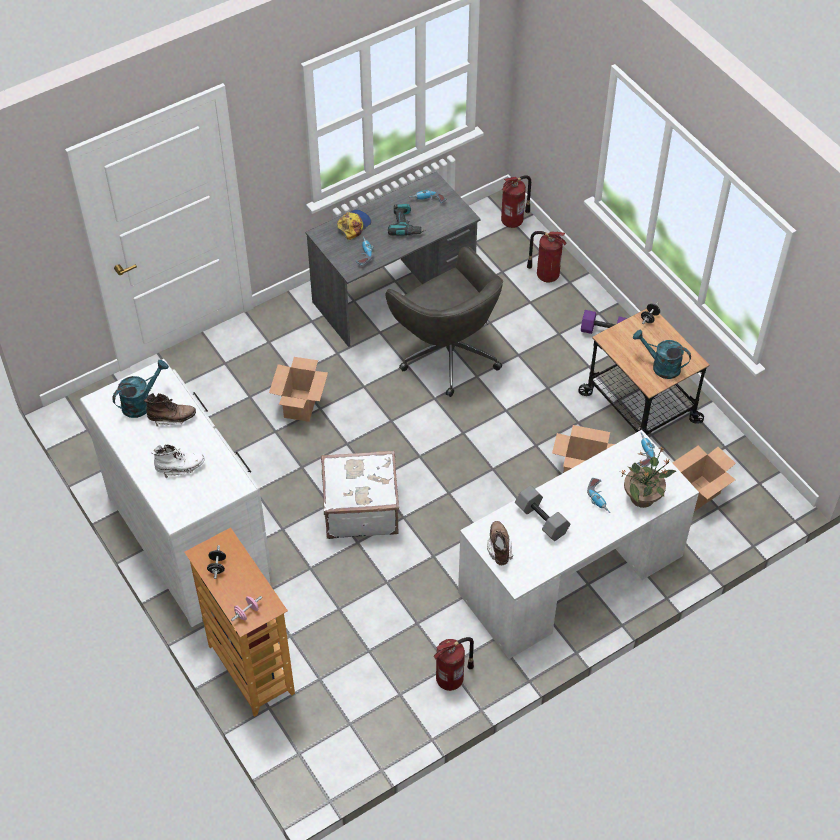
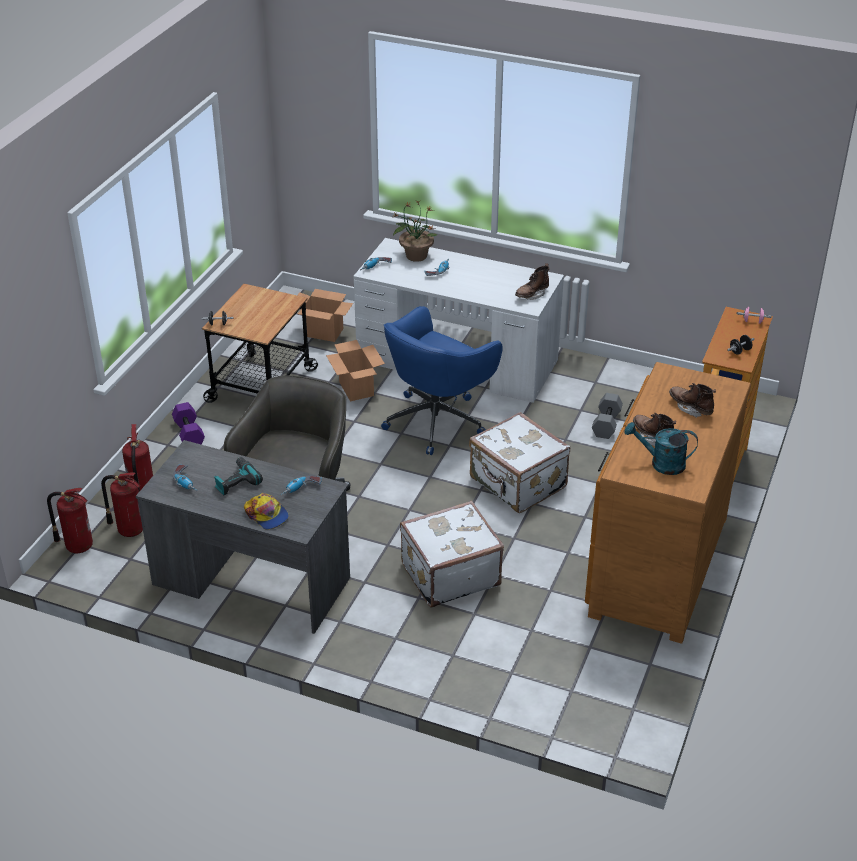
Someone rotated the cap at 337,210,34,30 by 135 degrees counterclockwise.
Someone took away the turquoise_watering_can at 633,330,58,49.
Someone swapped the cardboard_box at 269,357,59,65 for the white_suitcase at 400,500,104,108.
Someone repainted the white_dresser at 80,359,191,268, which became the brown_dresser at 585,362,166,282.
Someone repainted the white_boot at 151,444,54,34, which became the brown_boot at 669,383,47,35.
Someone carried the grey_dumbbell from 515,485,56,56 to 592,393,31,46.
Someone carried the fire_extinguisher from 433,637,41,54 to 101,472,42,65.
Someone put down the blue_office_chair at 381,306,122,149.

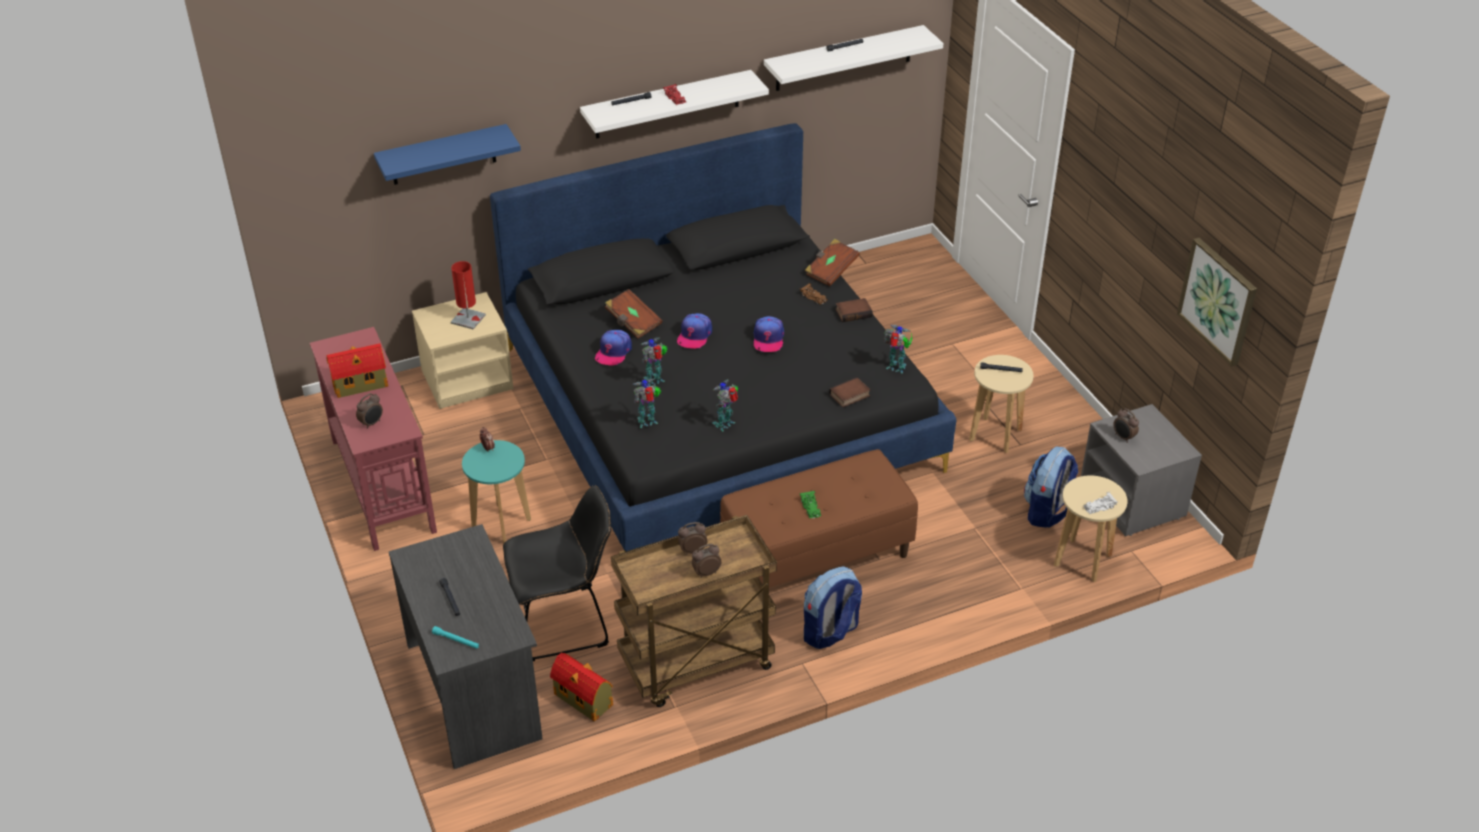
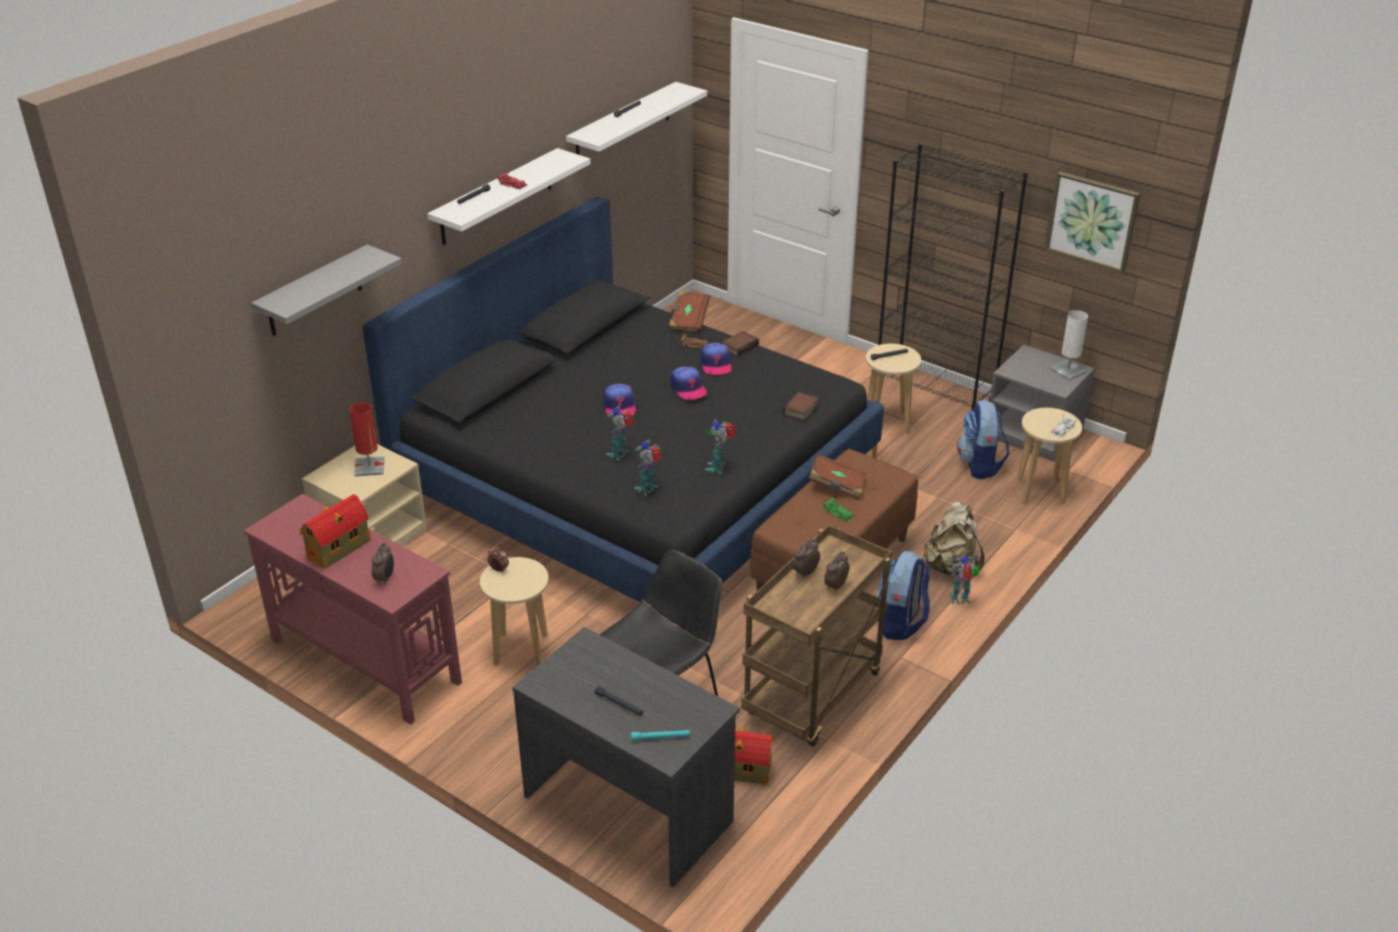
Someone repainted the blue_shelf at 374,124,147,61, which became the grey_shelf at 251,245,151,91.
Someone carried the brown_book from 605,289,58,50 to 809,454,57,45.
Someone carried the toy_robot from 884,325,28,48 to 950,557,30,47.
Someone carried the cap from 595,330,37,36 to 700,343,32,32.
Someone took away the alarm_clock at 1113,408,26,35.
Someone repainted the turquoise_stool at 462,440,69,104, which became the beige_stool at 480,557,69,109.
Someone put down the black_bookcase at 878,143,150,268.
Someone put down the white_table_lamp at 1050,310,38,70.
Someone put down the beige_backpack at 923,502,62,73.

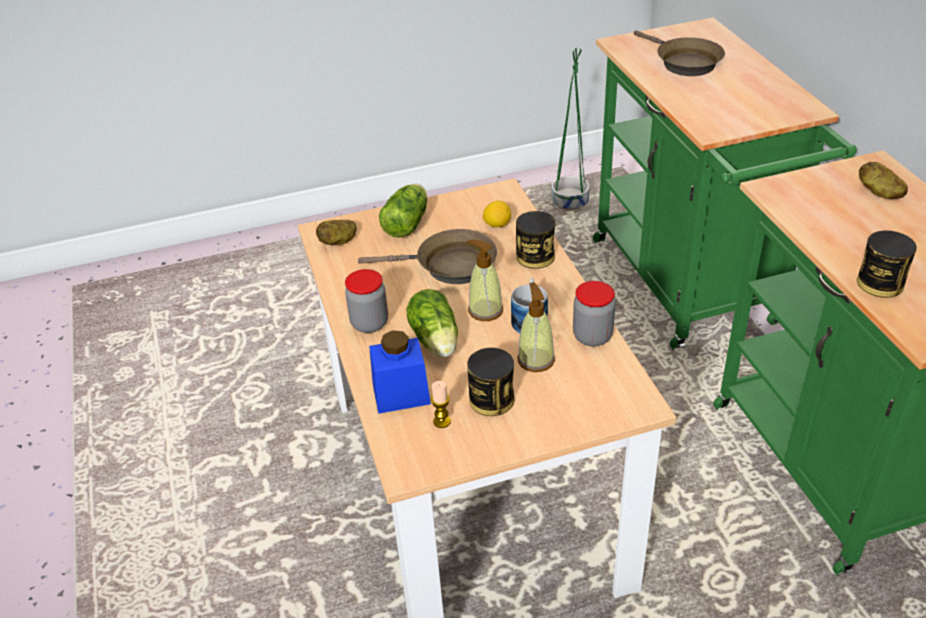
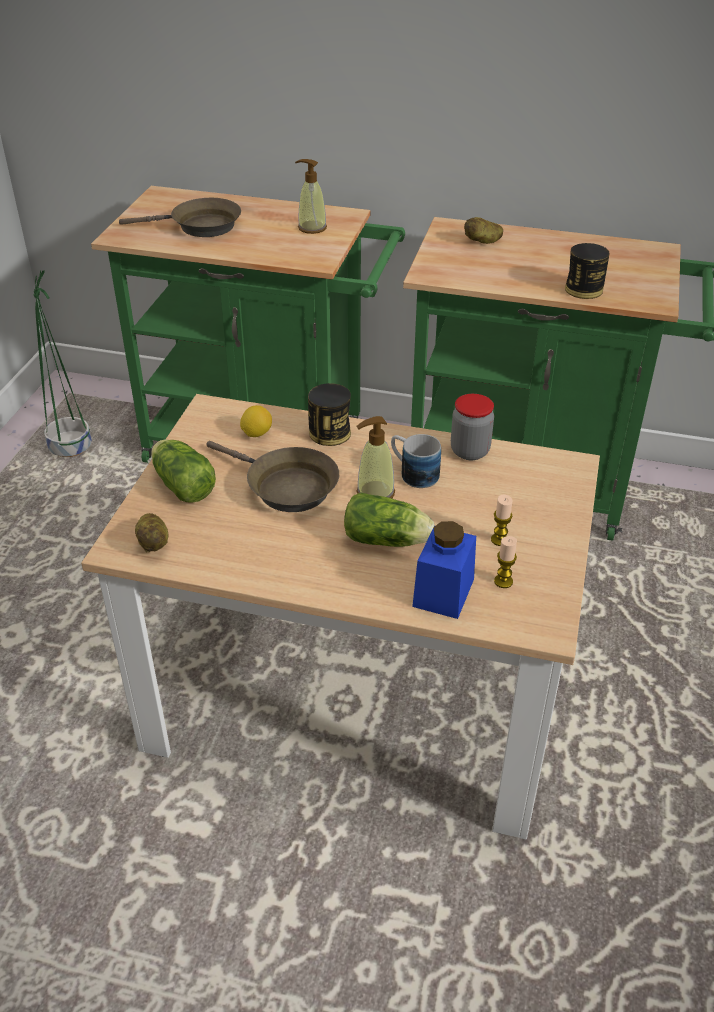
Someone rotated the brown_frying_pan at 358,229,139,55 by 90 degrees clockwise.
Someone took away the jar at 345,269,43,64.
Someone carried the soap_dispenser from 517,282,38,90 to 295,159,32,75.
Someone swapped the can at 467,348,48,68 for the candle at 491,494,22,52.

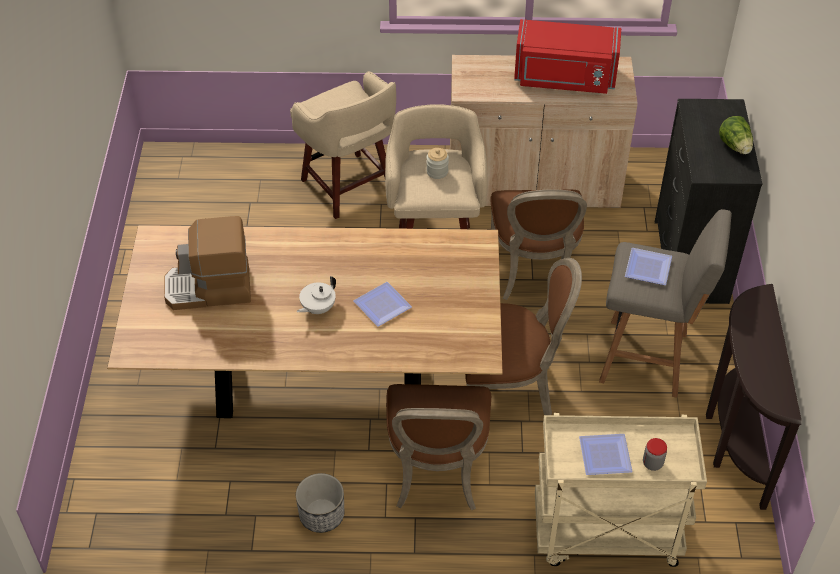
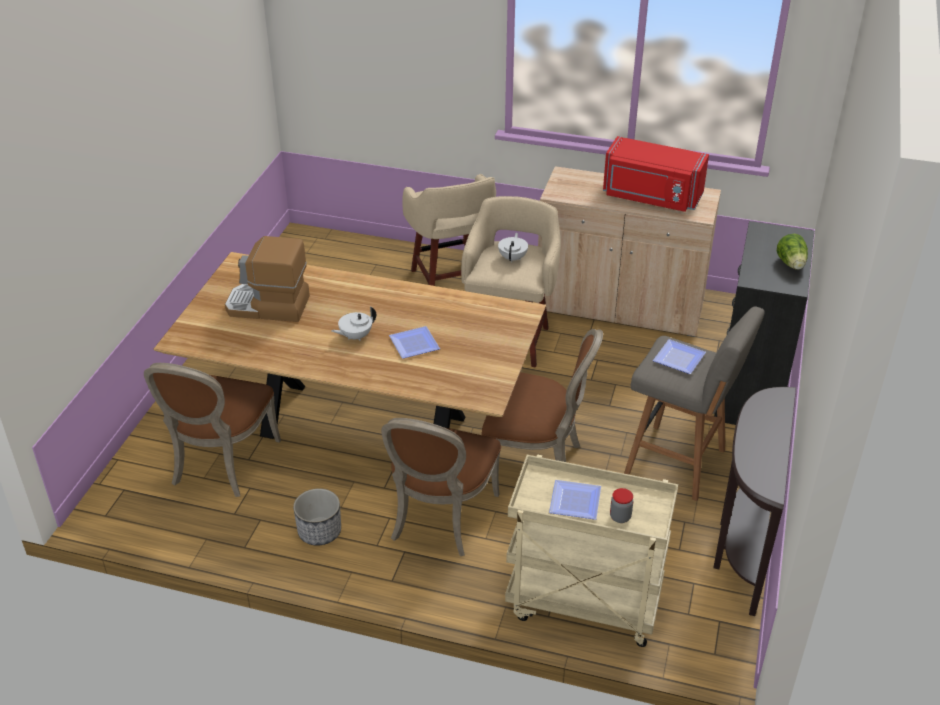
Someone swapped the jar at 426,148,23,31 for the white_teapot at 498,233,30,29.
Someone carried the brown_chair from 490,189,97,111 to 144,363,137,134.

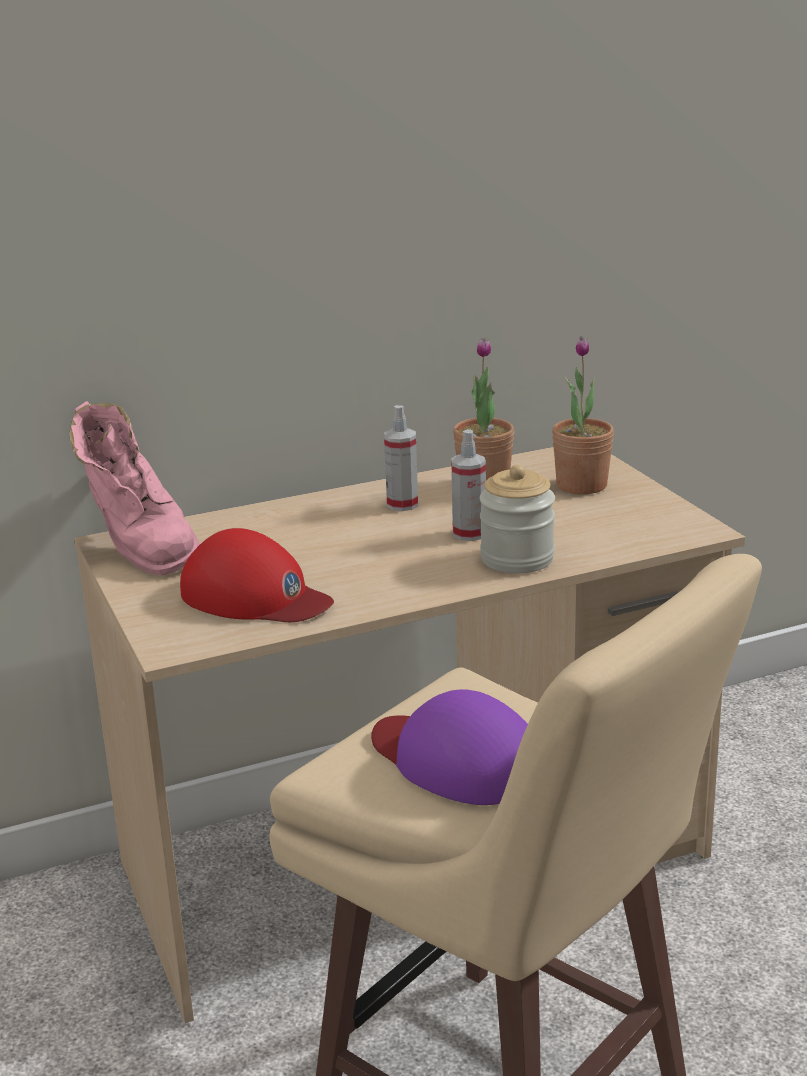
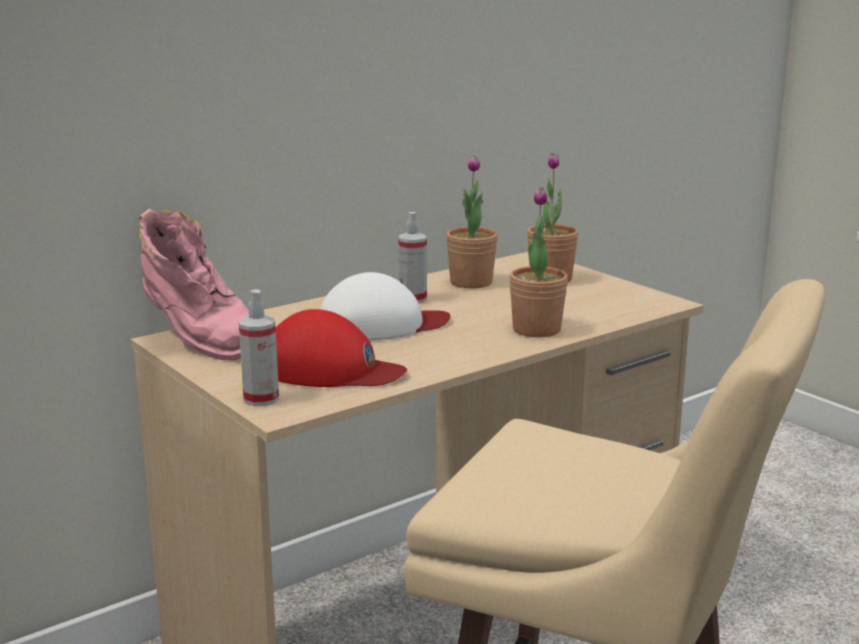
Someone carried the spray_bottle from 451,429,35,112 to 239,289,40,117.
Someone swapped the jar at 480,465,75,108 for the potted_plant at 509,187,59,150.
Someone took away the purple_cap at 371,689,157,116.
Someone put down the white_cap at 321,272,129,68.

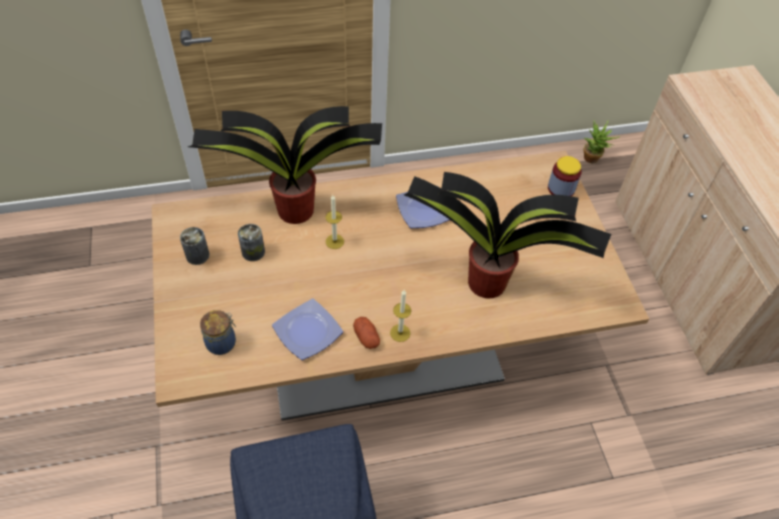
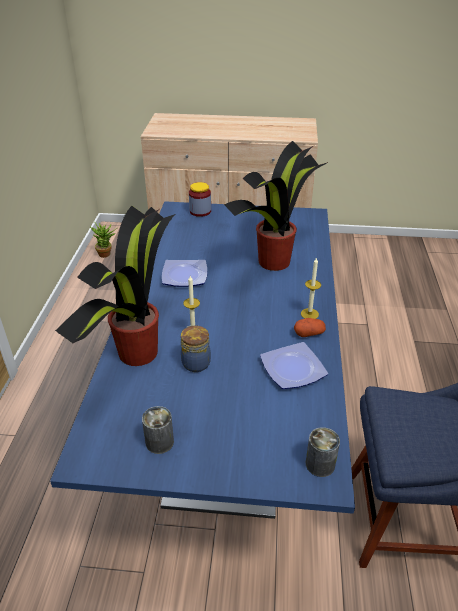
Someone repainted the beige_dining_table at 152,151,497,270, which became the blue_dining_table at 50,201,305,318.
Someone carried the can from 238,224,27,37 to 306,427,34,50.
Someone carried the jar from 200,310,36,45 to 181,326,30,46.

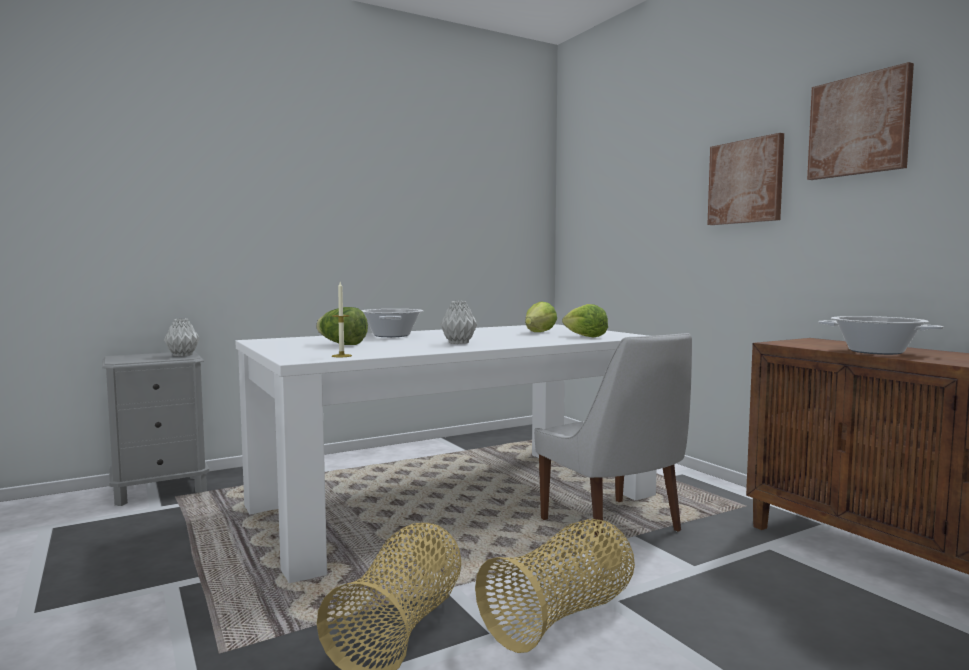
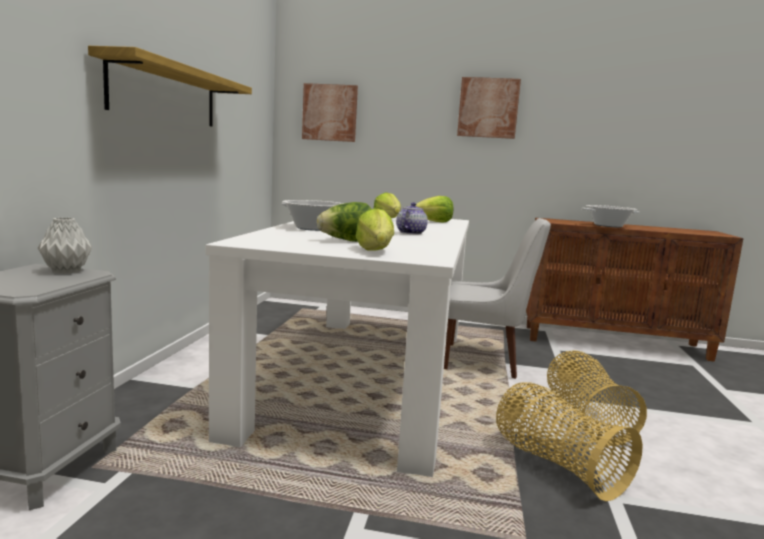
Someone carried the picture from 807,62,107,118 to 302,83,56,59.
Someone took away the candle at 332,282,20,75.
Someone swapped the grey_vase at 440,301,37,43 for the teapot at 396,203,32,32.
Someone put up the shelf at 88,46,164,81.
Someone put down the lettuce at 355,208,39,43.

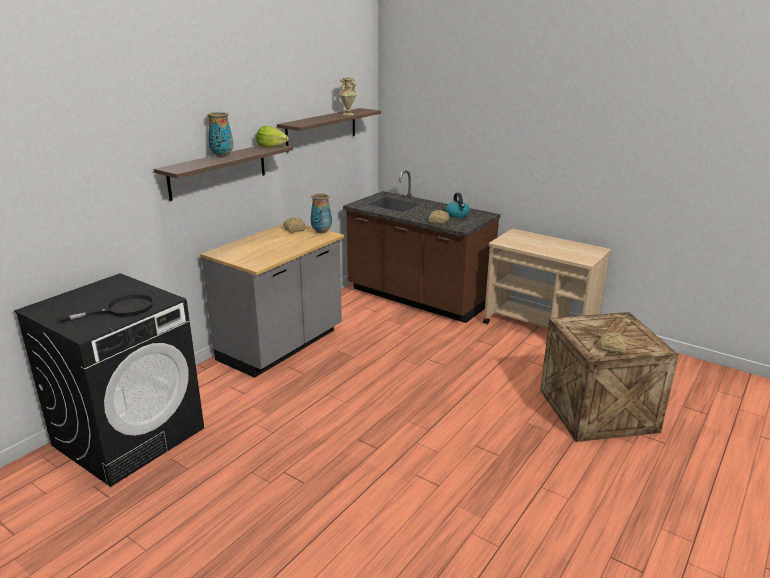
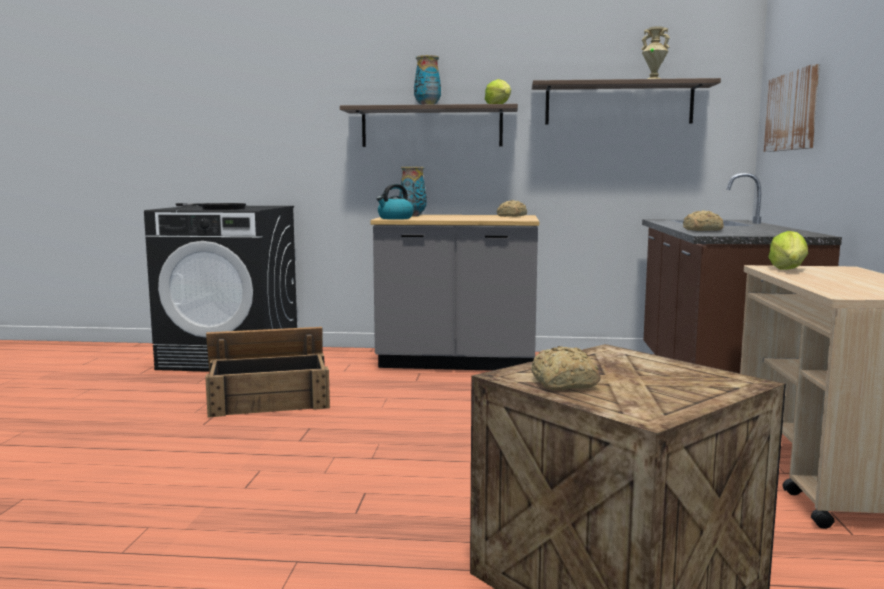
Someone carried the vase from 311,193,21,40 to 399,167,28,50.
Someone carried the kettle from 446,193,24,25 to 376,184,38,35.
Someone put up the picture at 764,64,56,88.
Someone put down the lettuce at 768,231,40,39.
Someone put down the crate at 205,327,125,90.

